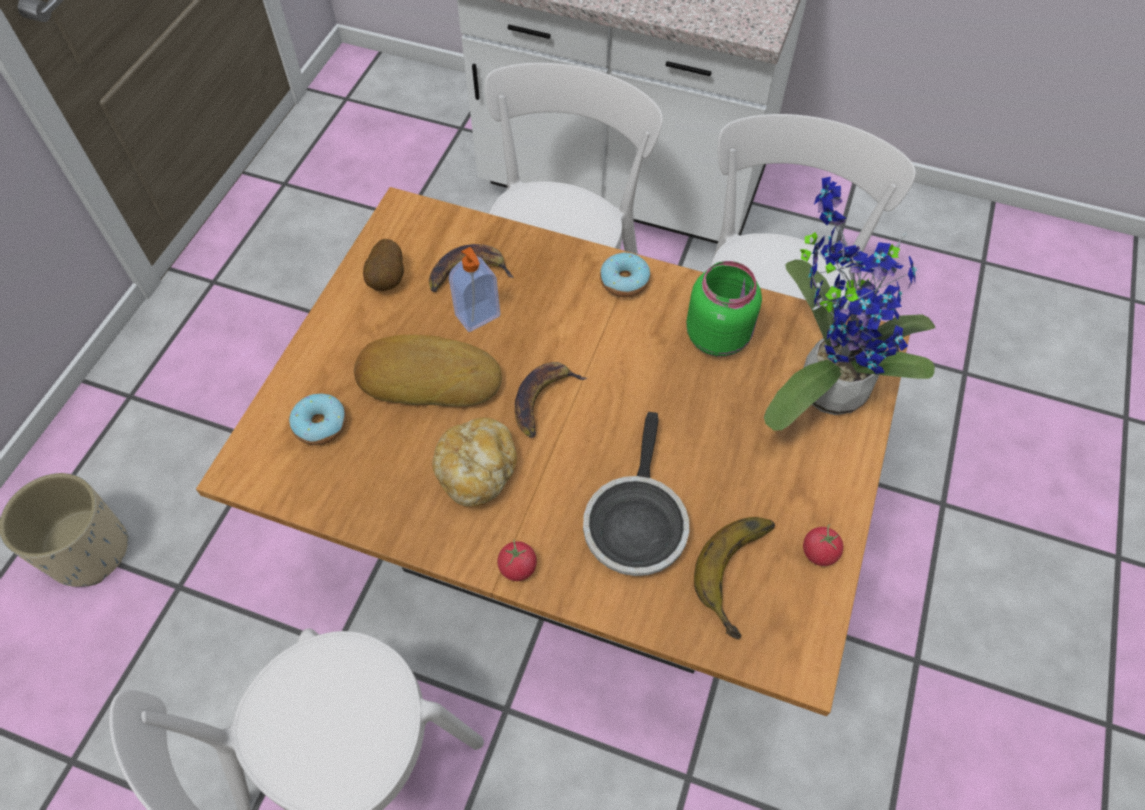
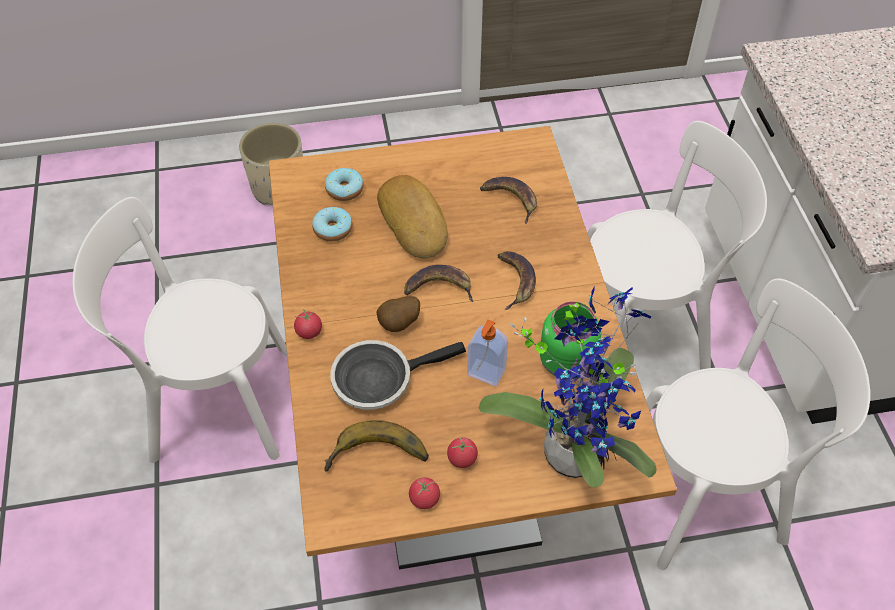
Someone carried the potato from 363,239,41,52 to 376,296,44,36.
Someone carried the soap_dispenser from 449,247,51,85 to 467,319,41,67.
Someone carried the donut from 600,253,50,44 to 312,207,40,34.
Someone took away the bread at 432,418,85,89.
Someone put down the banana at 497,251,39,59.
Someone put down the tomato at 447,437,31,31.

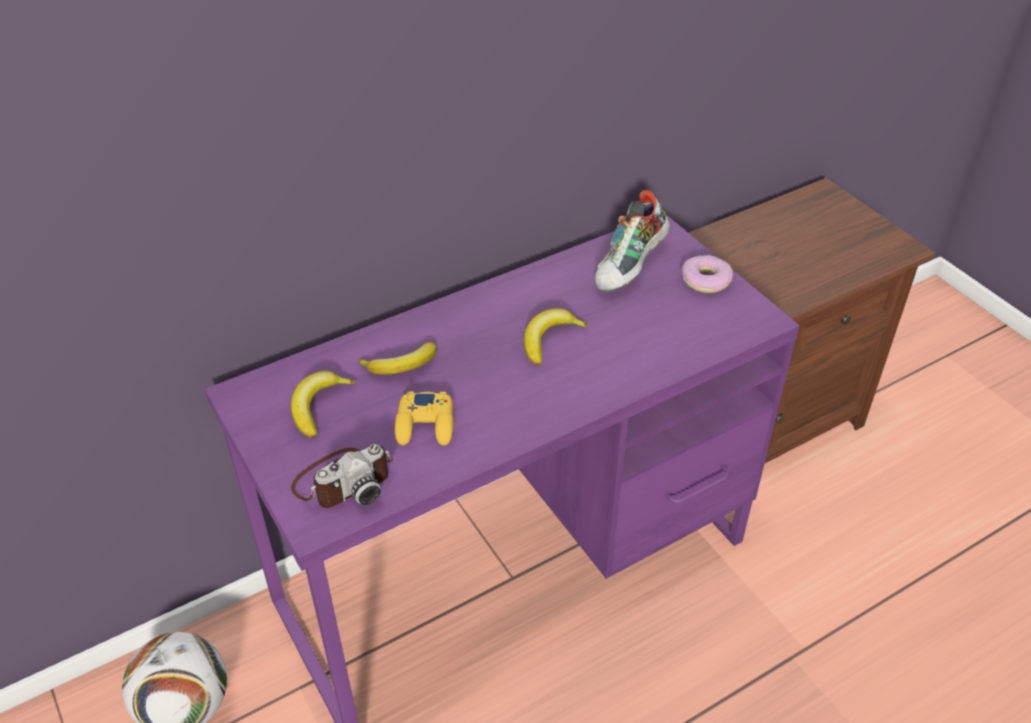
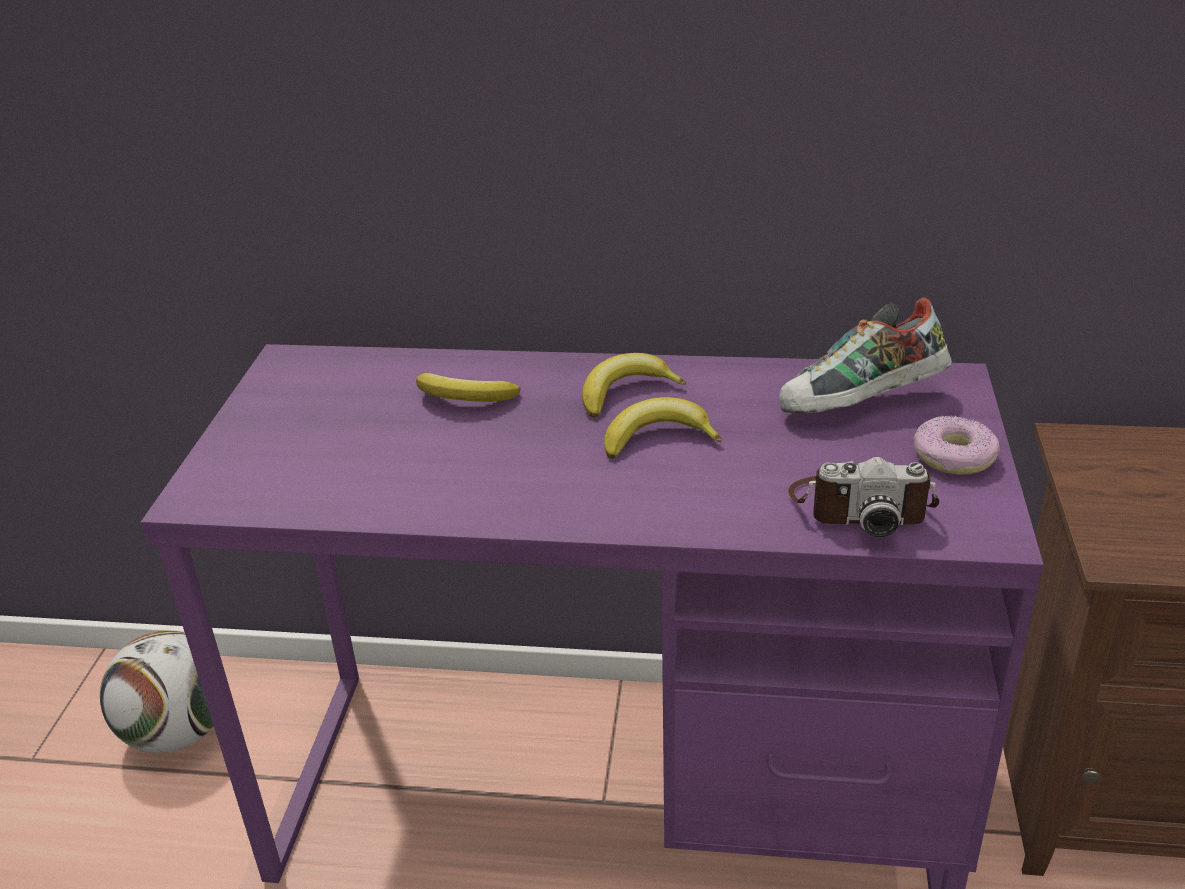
Someone carried the banana from 291,371,65,67 to 582,353,104,65.
Someone took away the yellow_game_controller at 395,392,59,54.
Someone carried the photo_camera from 291,444,102,64 to 788,457,151,80.

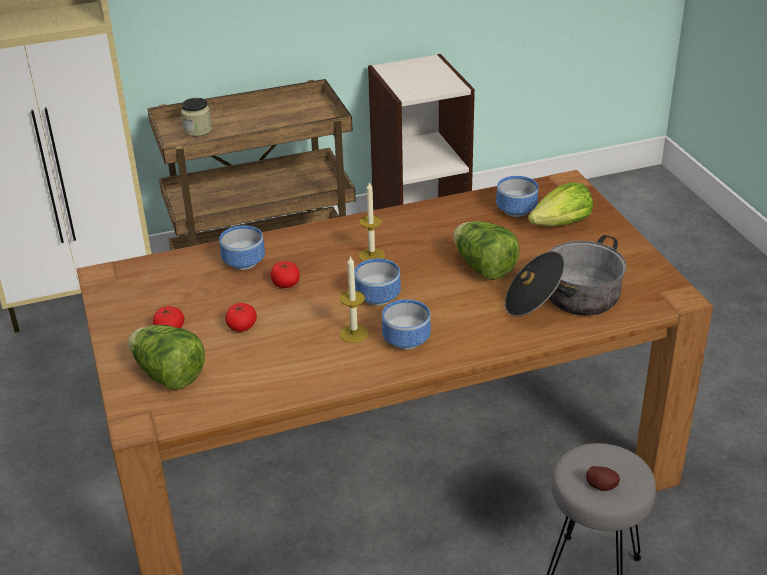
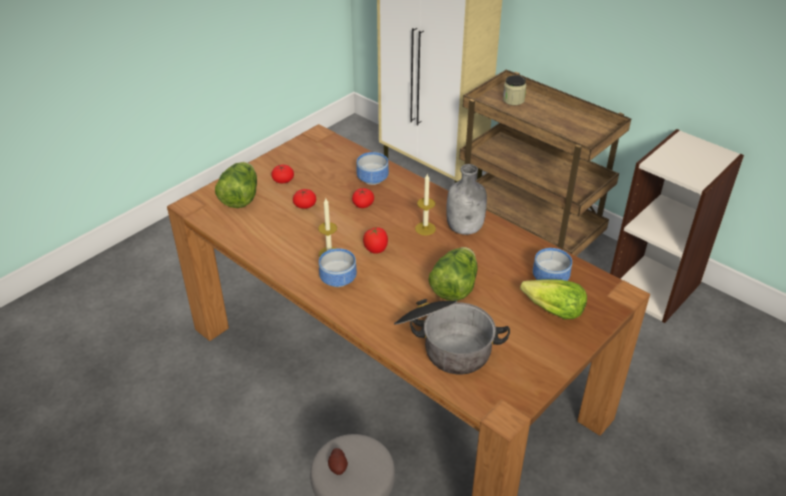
Someone swapped the bowl at 354,259,47,47 for the tomato at 363,226,25,28.
Someone put down the grey_bottle at 446,164,41,71.

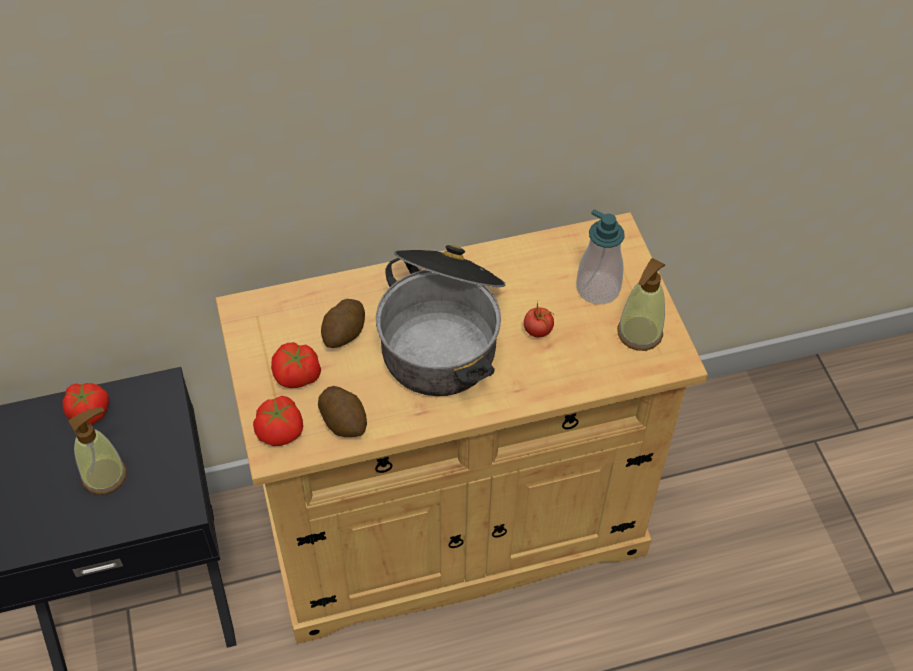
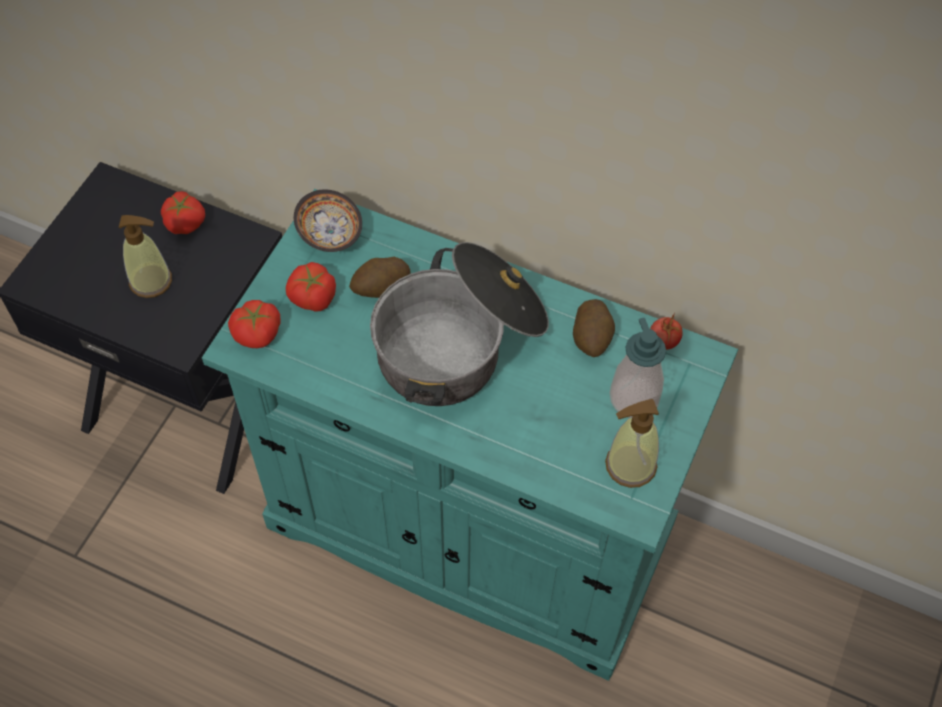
Someone repainted the beige_cabinet at 216,212,492,432, which became the turquoise_cabinet at 202,189,536,492.
Someone carried the tomato from 524,301,30,37 to 650,312,33,38.
Someone carried the potato from 318,386,49,51 to 573,299,42,58.
Someone put down the bowl at 294,190,68,62.

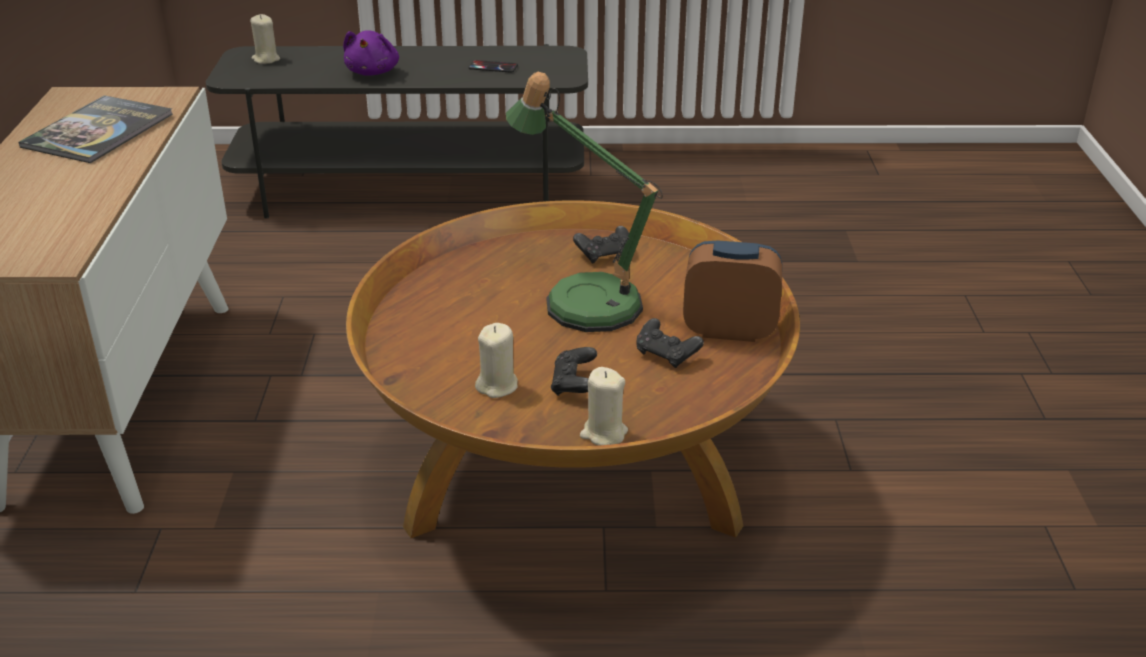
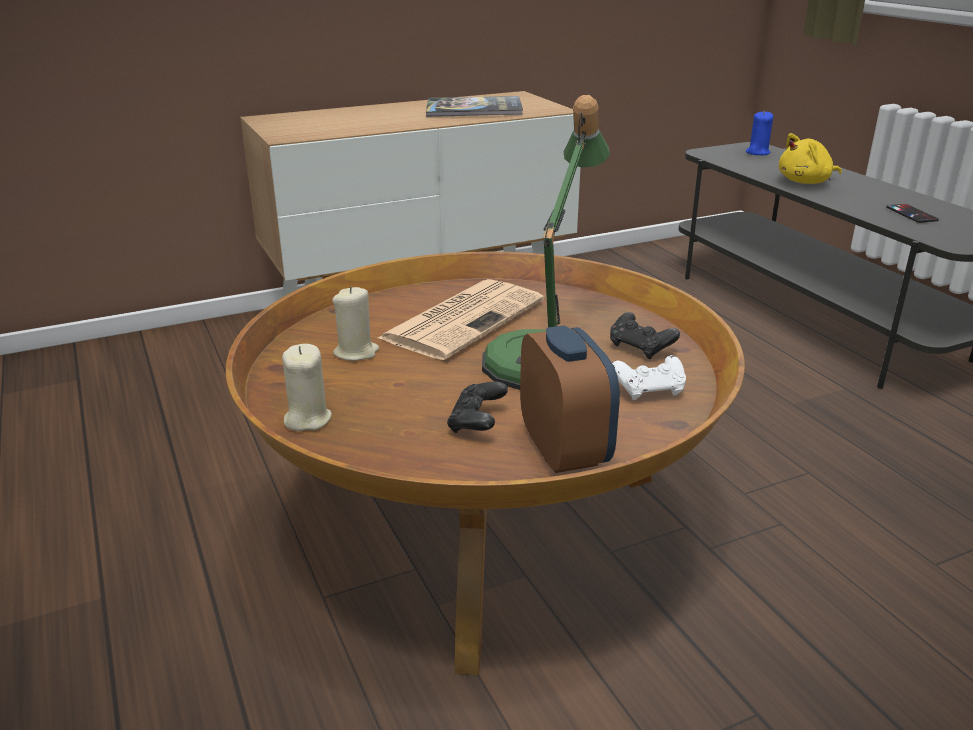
Someone repainted the beige_candle at 250,14,30,50, which became the blue_candle at 746,111,27,44.
Someone repainted the purple_plush_toy at 343,30,56,46, which became the yellow_plush_toy at 779,133,63,51.
Someone took away the black_game_controller at 551,347,46,49.
Someone put down the newspaper at 378,279,166,81.
Someone put down the white_game_controller at 612,355,74,45.

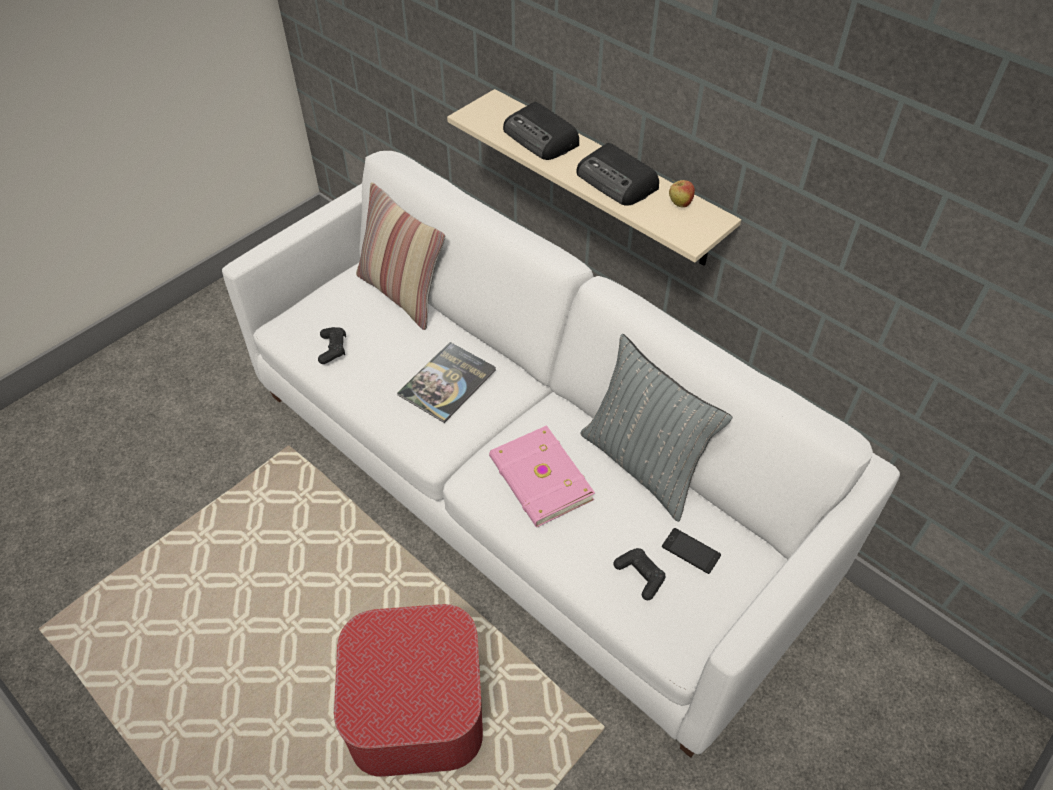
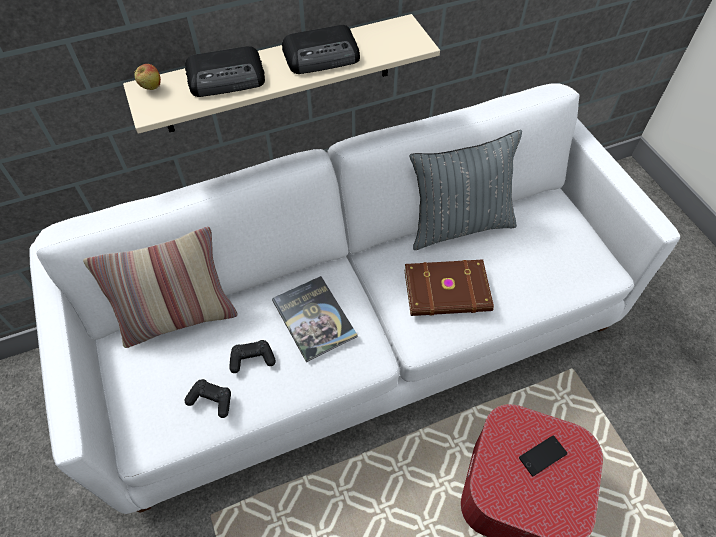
Someone carried the apple from 669,180,26,28 to 134,64,27,26.
Someone repainted the pink_book at 489,425,106,102, which became the brown_book at 404,259,90,57.
Someone carried the phone from 662,528,59,46 to 519,435,48,41.
Someone carried the black_game_controller from 614,548,52,52 to 230,340,46,33.

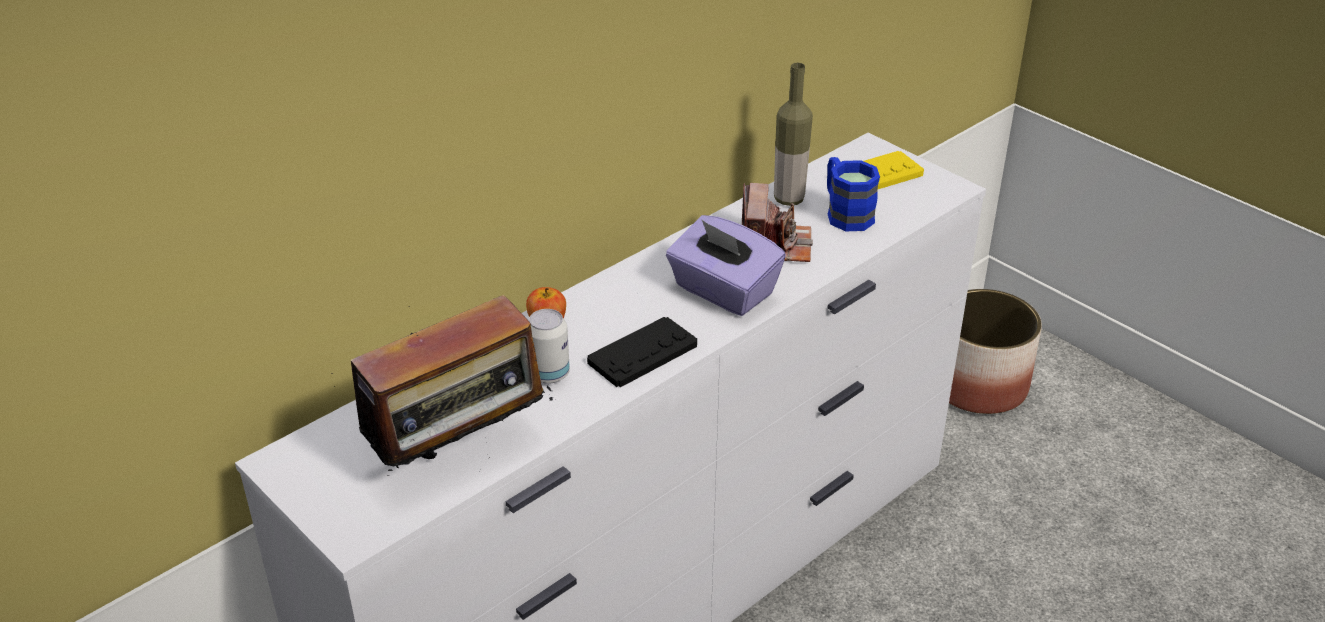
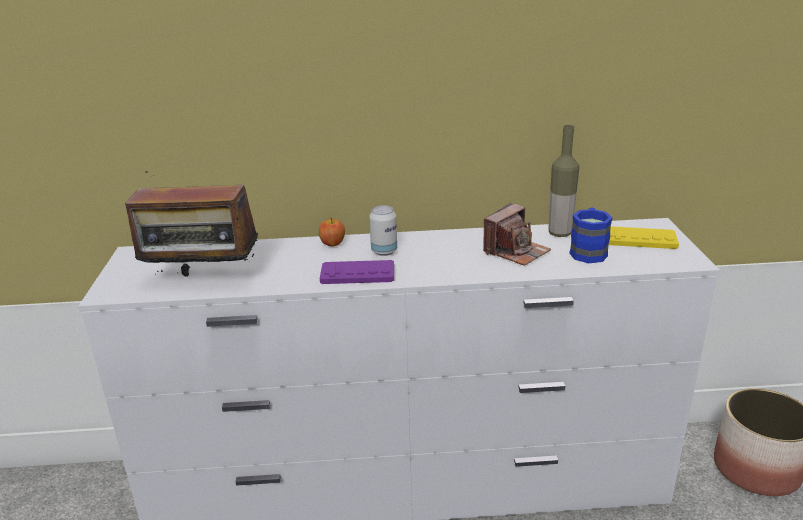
Someone took away the purple_tissue_box at 666,215,120,101.
Someone carried the can from 529,309,41,75 to 369,205,28,51.
Someone repainted the black_game_controller at 587,317,110,70, which became the purple_game_controller at 320,260,74,24.

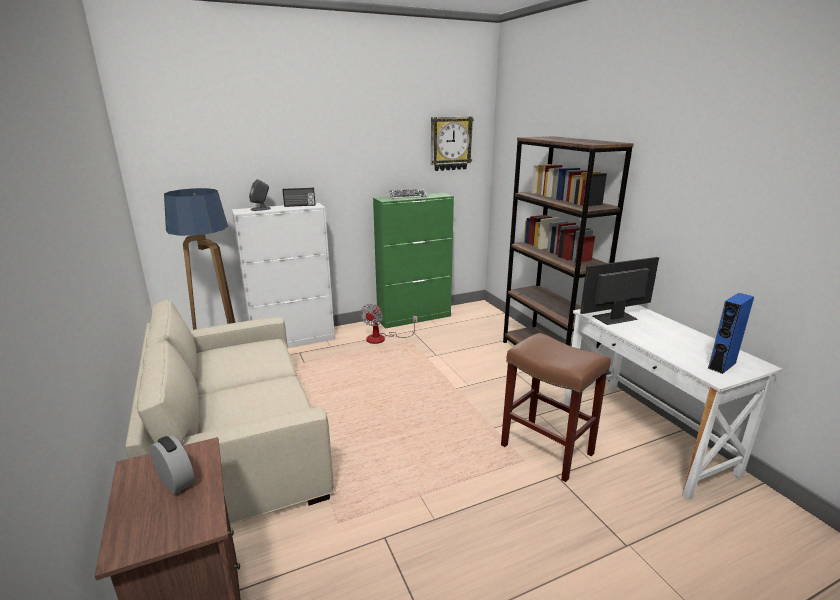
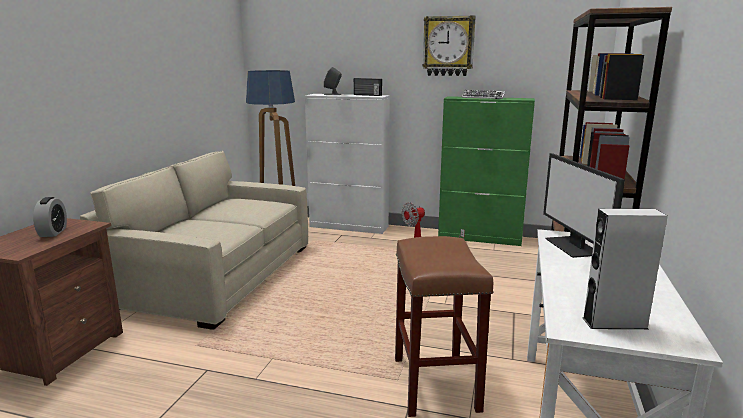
Someone carried the wall_clock from 431,117,43,54 to 422,15,54,61.
Someone rotated the monitor at 580,257,79,68 by 120 degrees counterclockwise.
Someone repainted the blue_speaker at 708,293,46,81, which became the grey_speaker at 582,209,86,120.

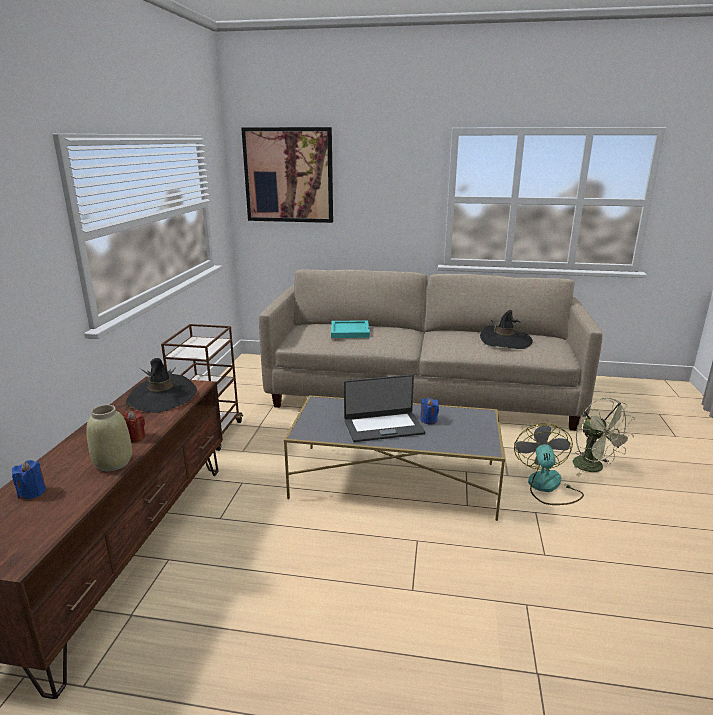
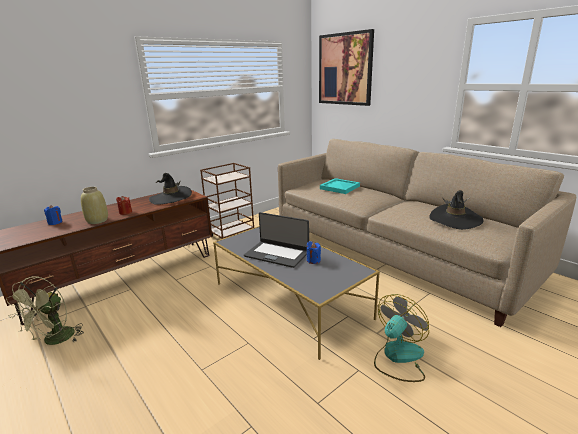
Someone carried the green_fan from 573,397,62,79 to 6,276,78,69.

